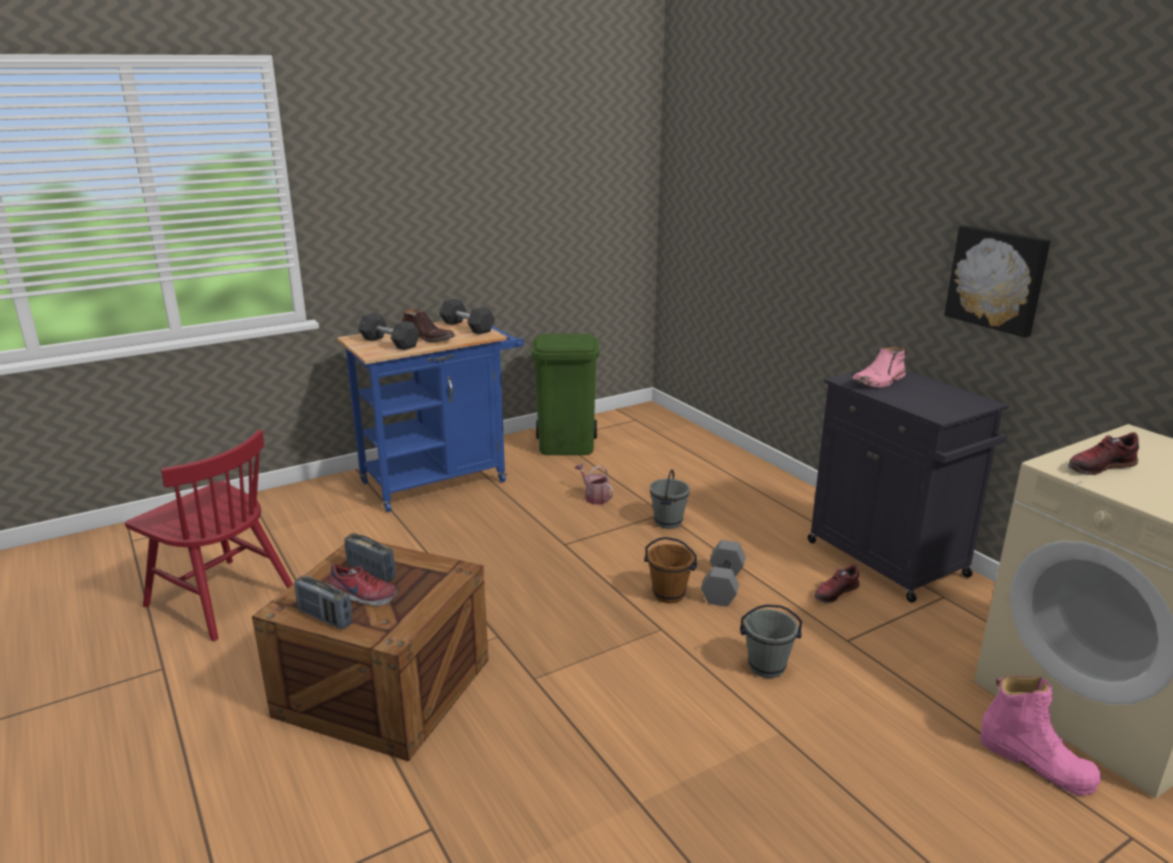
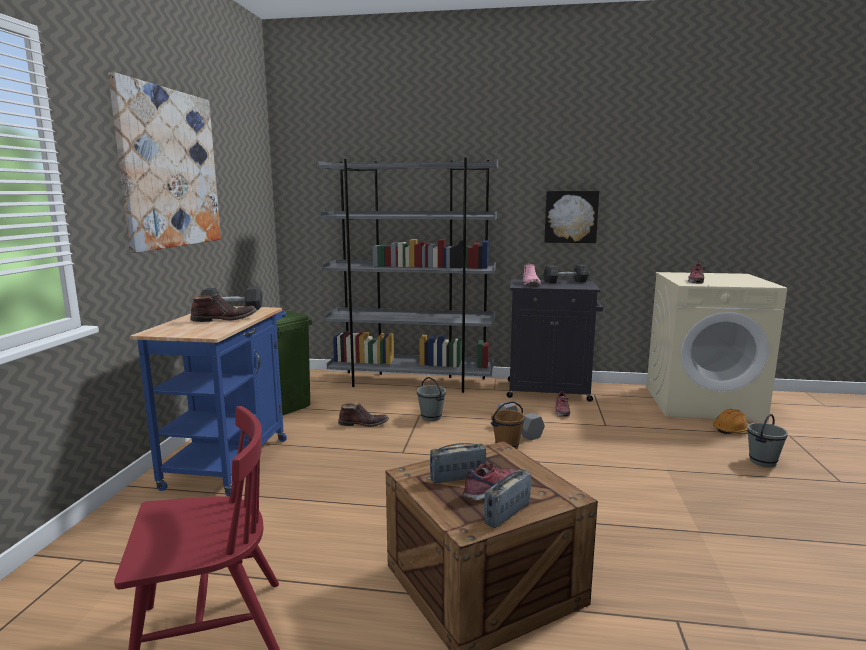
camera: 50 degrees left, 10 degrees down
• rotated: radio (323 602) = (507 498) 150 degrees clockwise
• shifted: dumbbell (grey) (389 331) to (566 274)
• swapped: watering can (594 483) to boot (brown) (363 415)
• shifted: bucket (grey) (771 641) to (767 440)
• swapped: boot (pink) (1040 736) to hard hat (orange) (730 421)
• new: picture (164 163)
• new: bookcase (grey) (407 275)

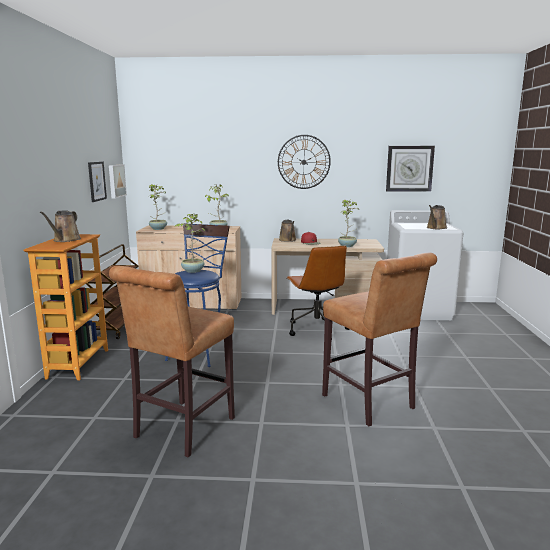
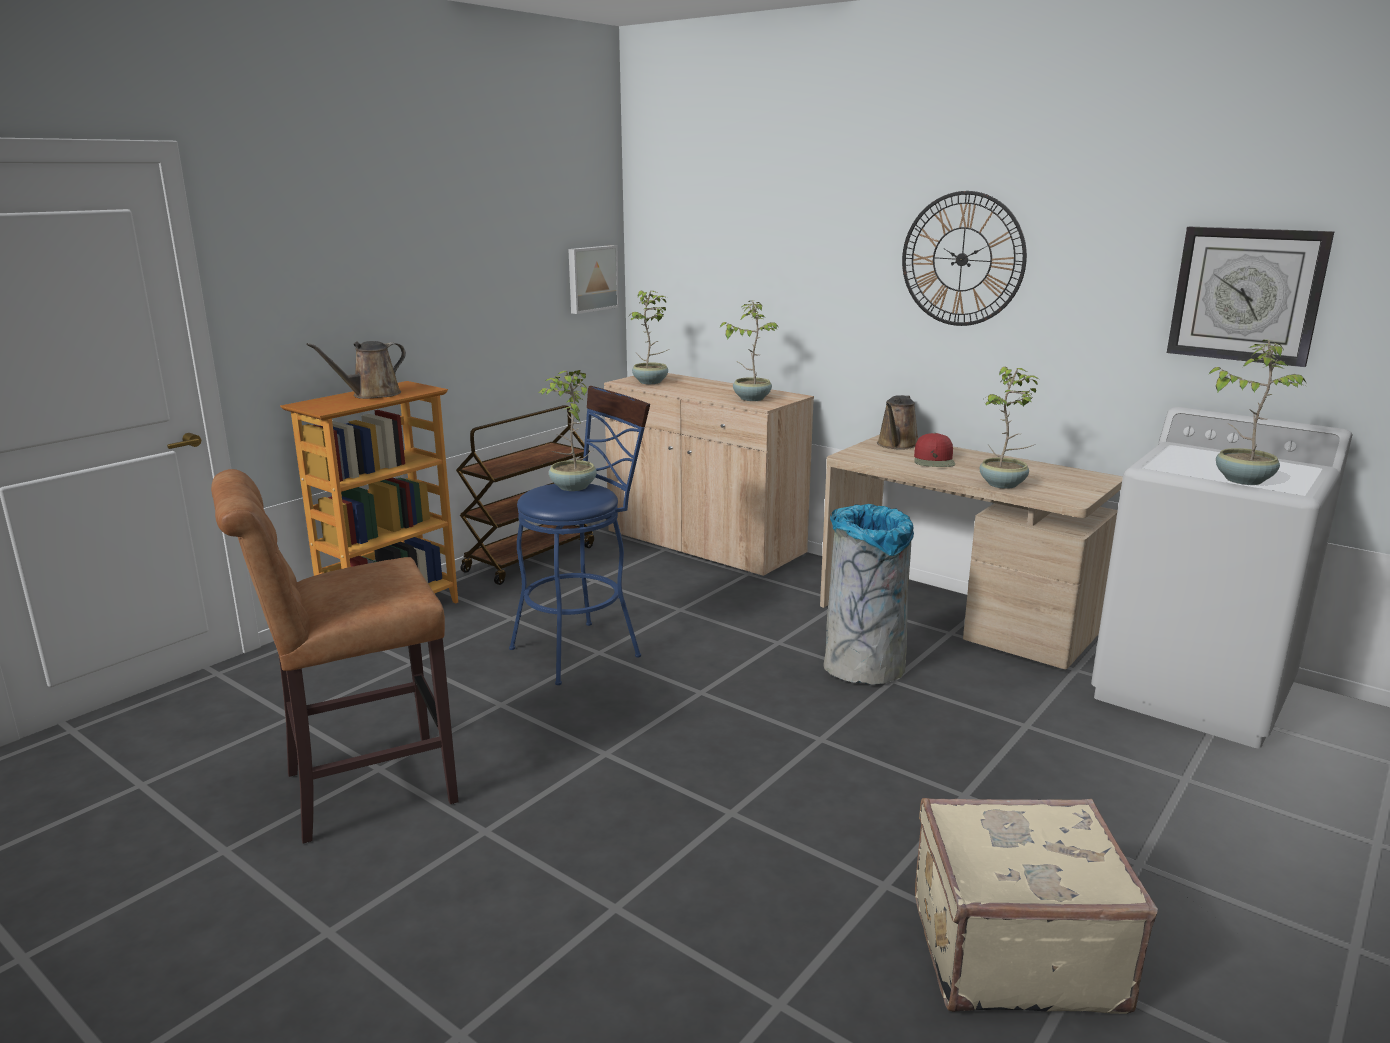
camera: 35 degrees right, 5 degrees up
• gone: picture (97 182)
• swapped: office chair (brown) (318 293) to trash can (grey) (868 594)
• gone: stool (brown) (379 339)
• swapped: watering can (brown) (437 217) to potted plant (1258 412)
• new: suitcase (beige) (1036 906)

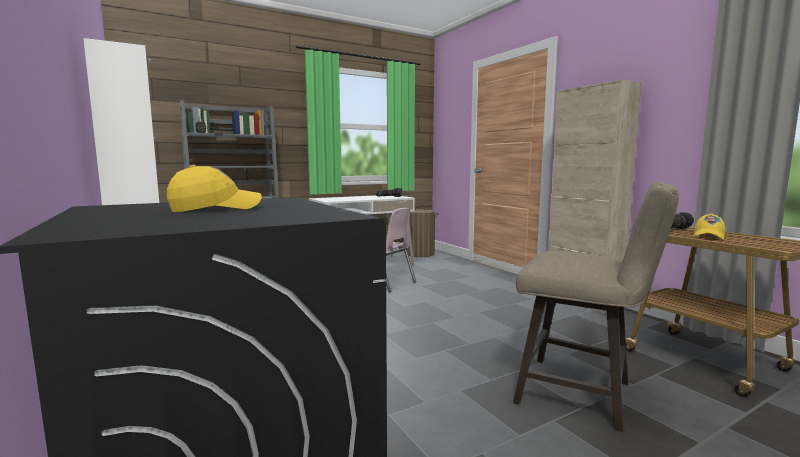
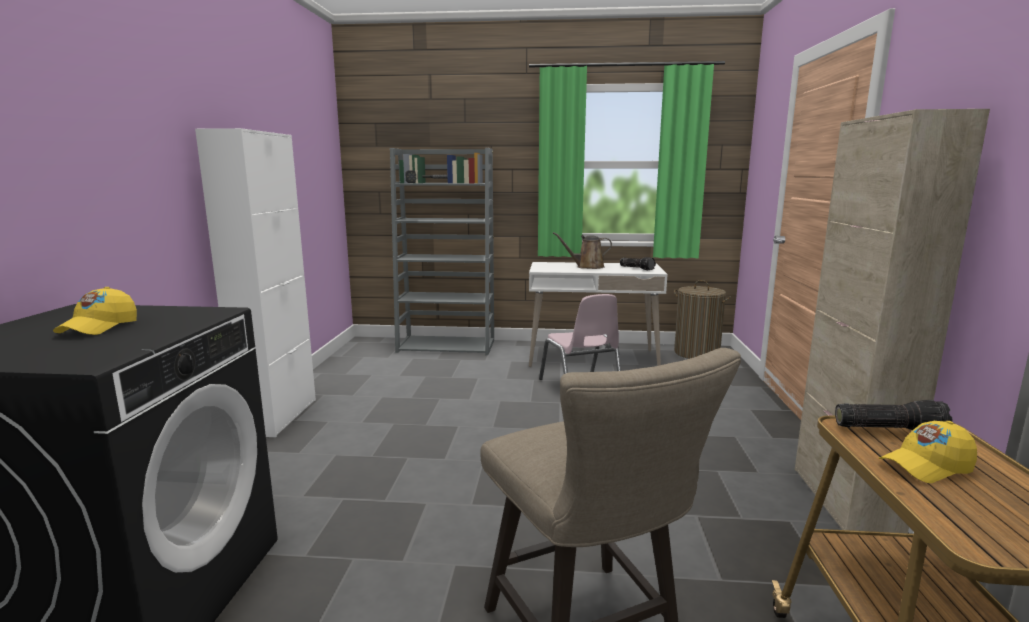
camera: 35 degrees right, 5 degrees up
• rotated: cap (yellow) (214 188) = (95 311) 90 degrees clockwise
• new: watering can (brown) (582 250)

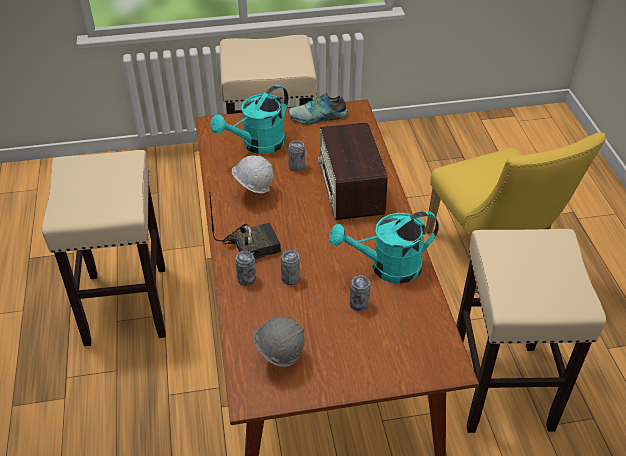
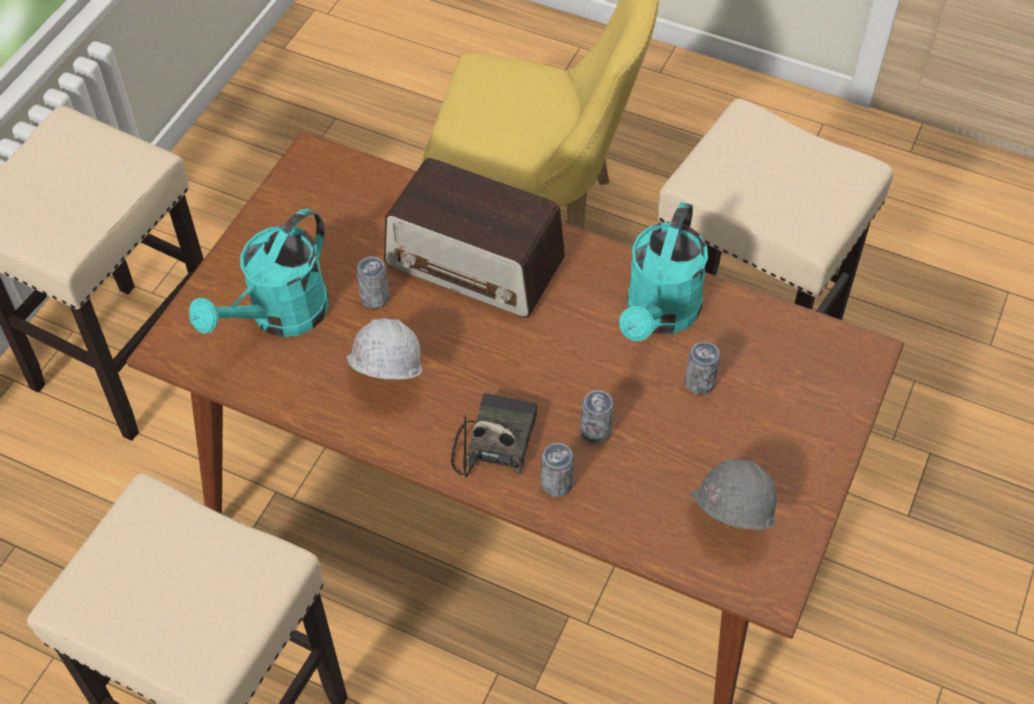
camera: 55 degrees left, 10 degrees up
• rotated: watering can (turquoise) (249 119) = (259 273) 45 degrees clockwise
• gone: shoe (318 108)

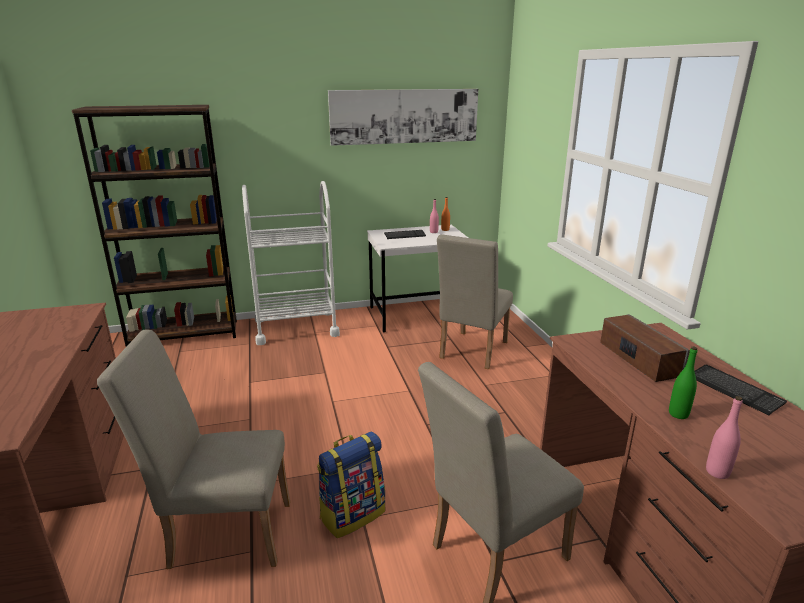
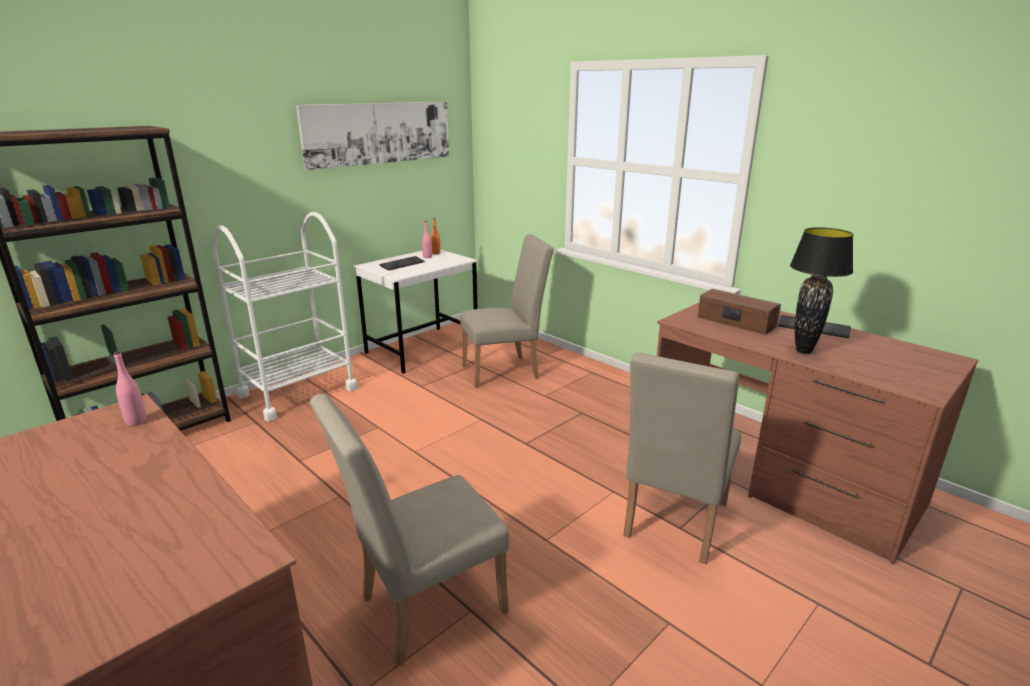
camera: 30 degrees left, 0 degrees up
• gone: backpack (351 484)
• rotated: chair (beige) (475 301) = (507 311) 105 degrees counterclockwise
• swapped: bottle (green) (683 383) to table lamp (black) (821 290)
• shifted: bottle (pink) (724 437) to (130 388)

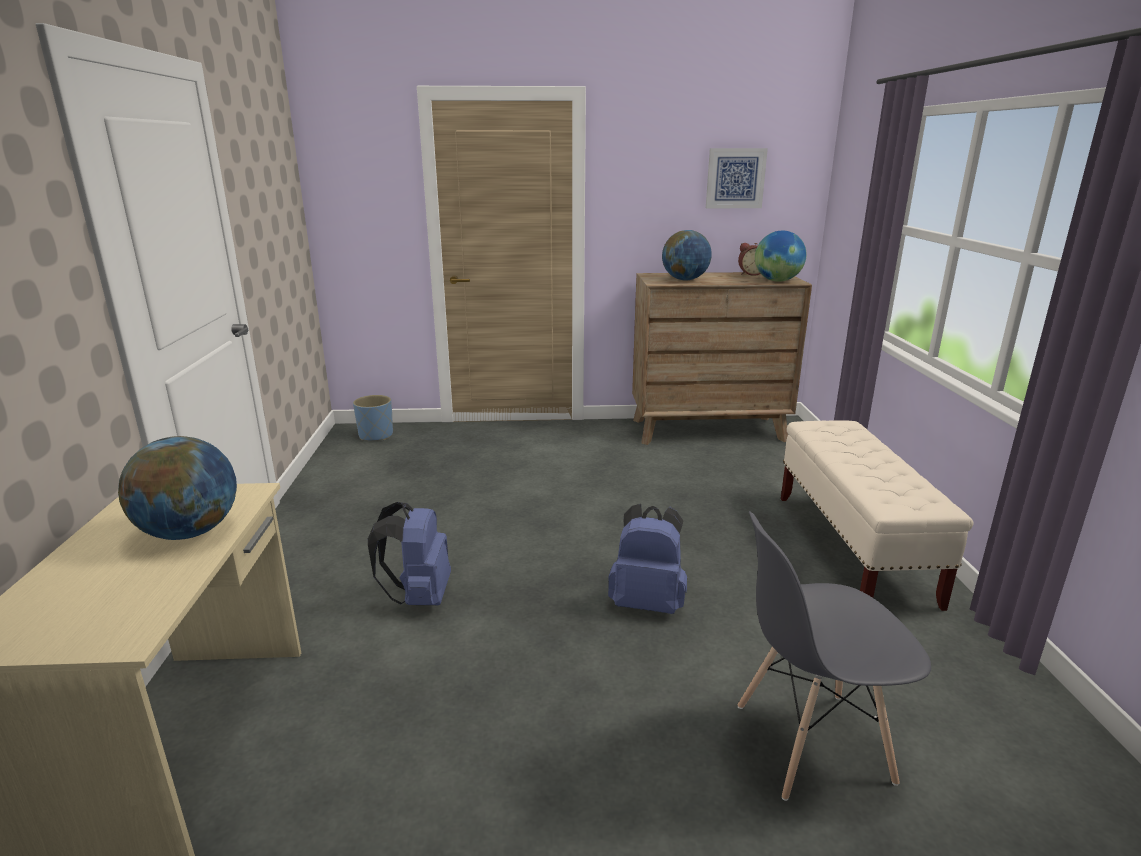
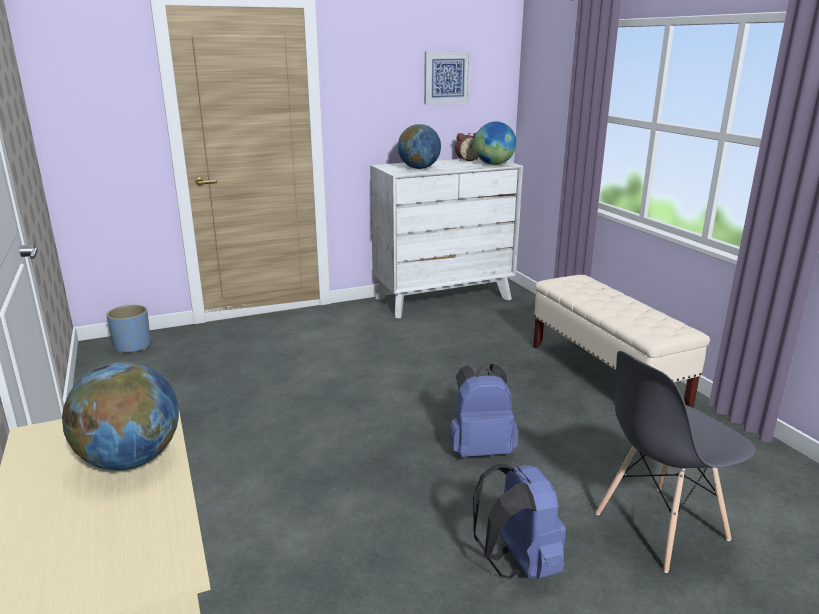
camera: 20 degrees left, 0 degrees up
• shifted: backpack (blue) (409 554) to (519 521)
• repainted: dresser (brown) (722 358) to dresser (white) (446 237)

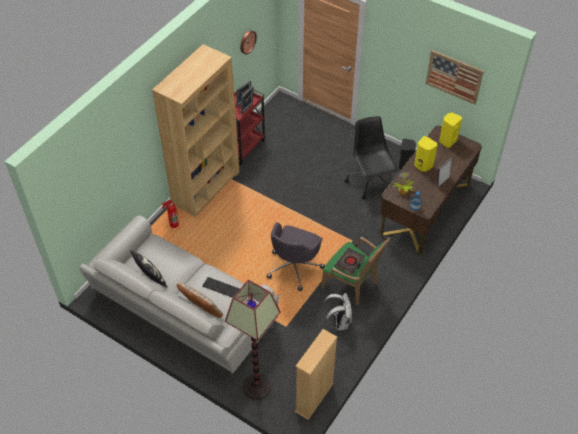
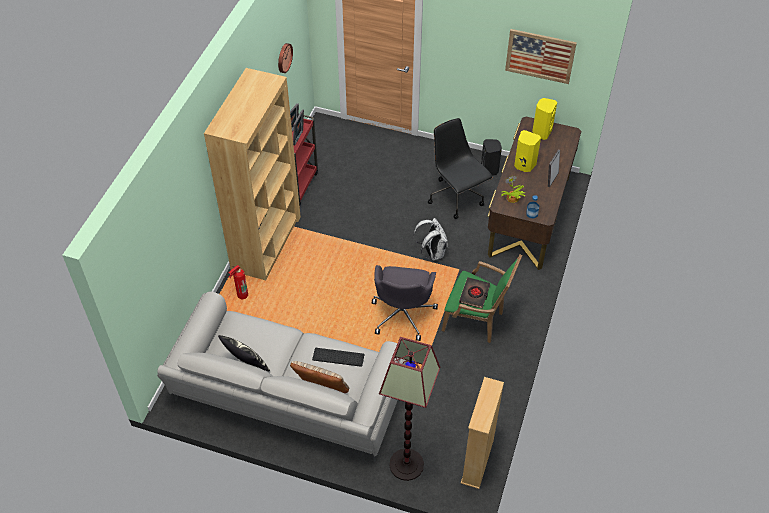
camera: 15 degrees left, 0 degrees up
• shifted: backpack (white) (337 311) to (430 239)

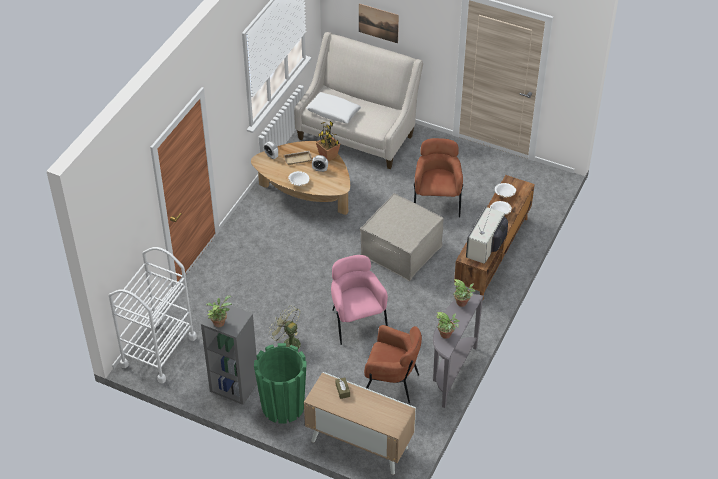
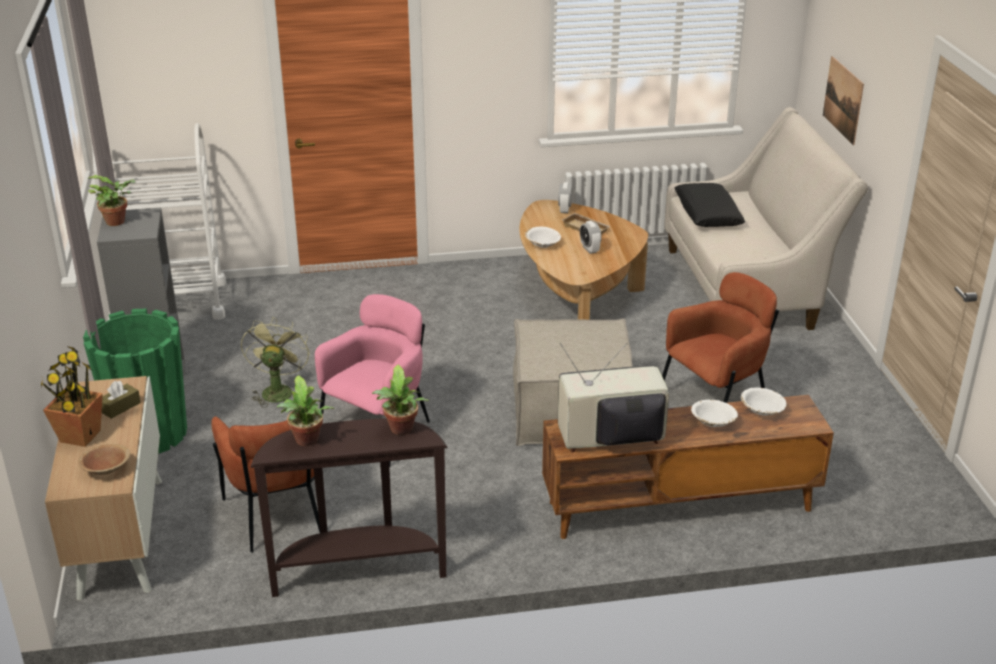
camera: 55 degrees right, 15 degrees down
• repainted: pillow (white) (333 107) to pillow (black) (710 205)
• shifted: potted plant (328 141) to (71 396)
• repainted: console table (grey) (458 351) to console table (brown) (349 508)
• new: bowl (brown) (104 459)

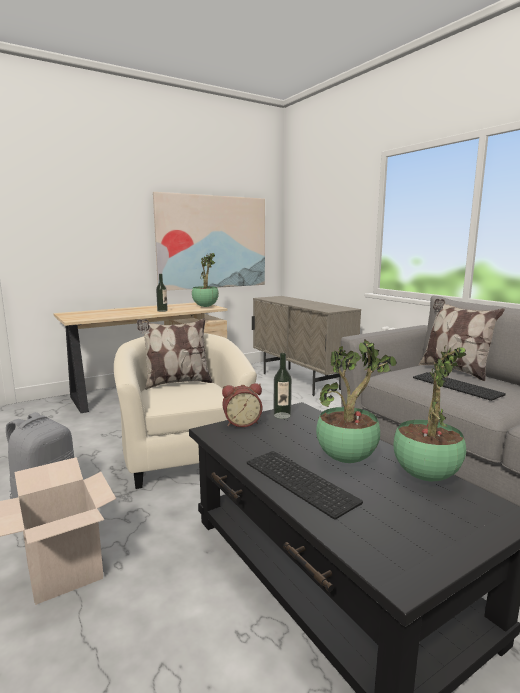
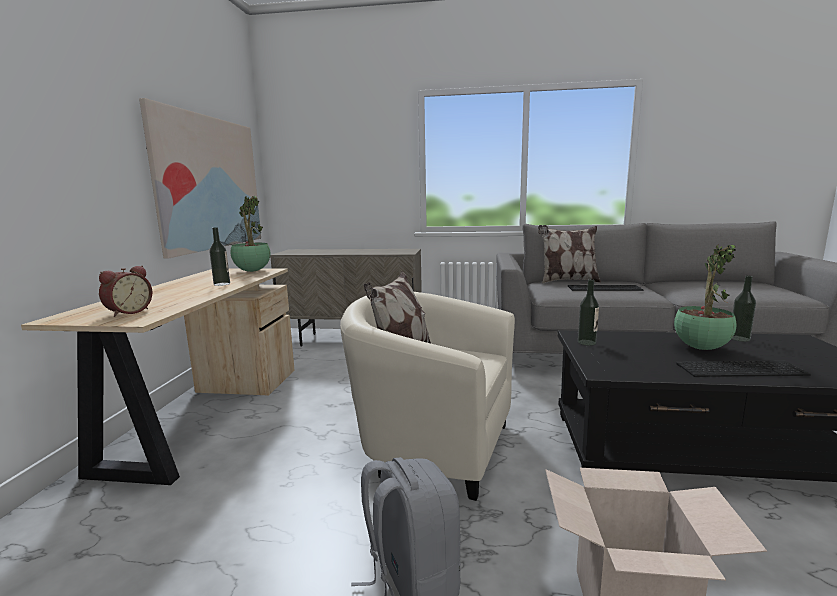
camera: 50 degrees left, 0 degrees up
• shifted: alarm clock (242 405) to (125 291)
• swapped: potted plant (430 413) to bottle (744 309)

